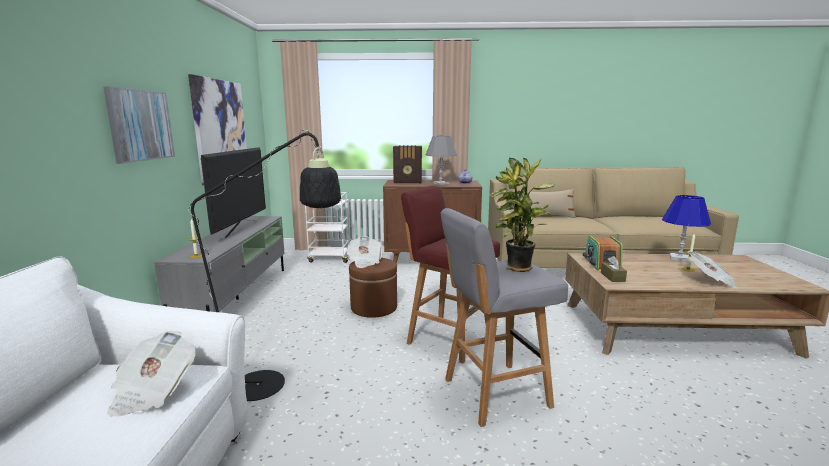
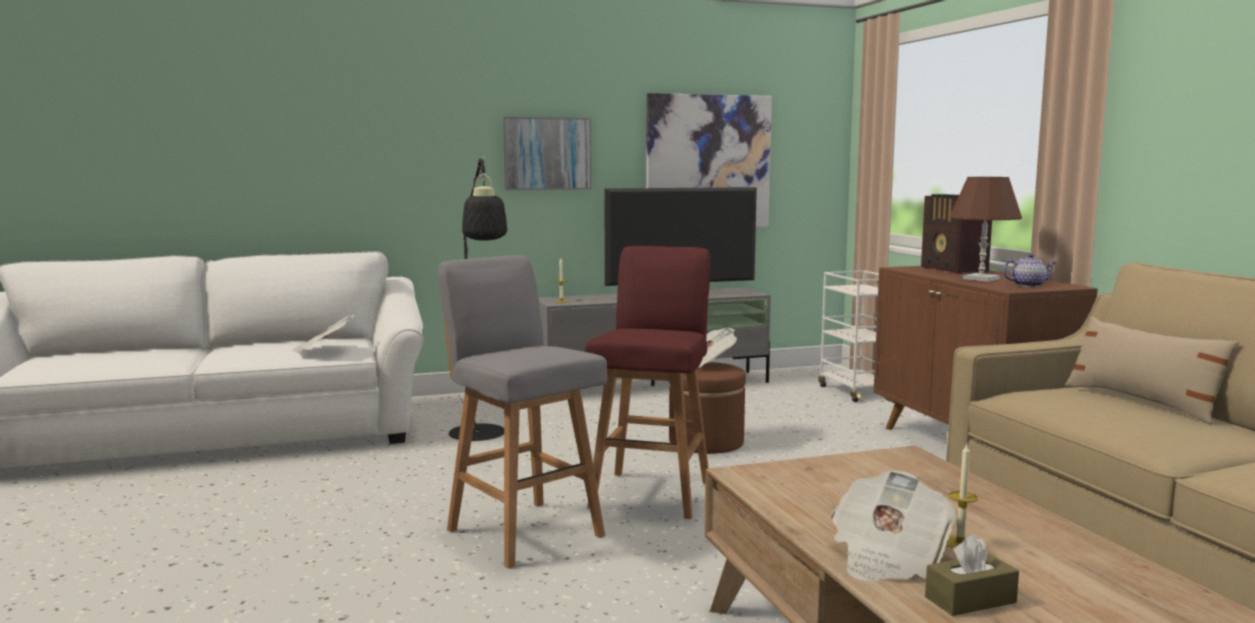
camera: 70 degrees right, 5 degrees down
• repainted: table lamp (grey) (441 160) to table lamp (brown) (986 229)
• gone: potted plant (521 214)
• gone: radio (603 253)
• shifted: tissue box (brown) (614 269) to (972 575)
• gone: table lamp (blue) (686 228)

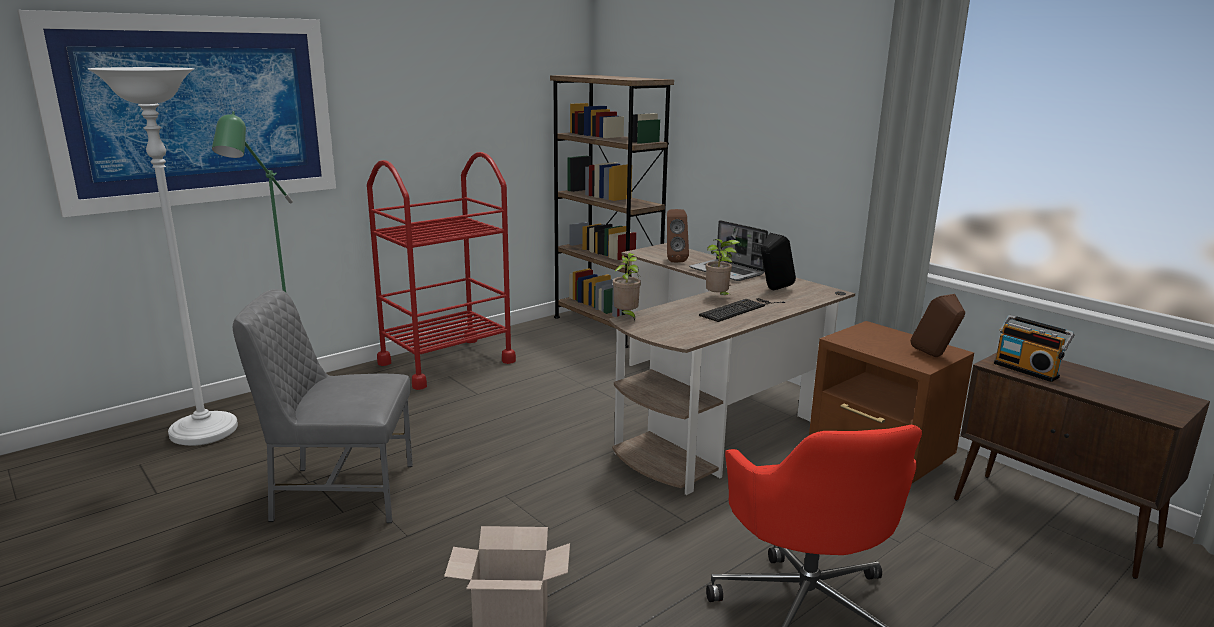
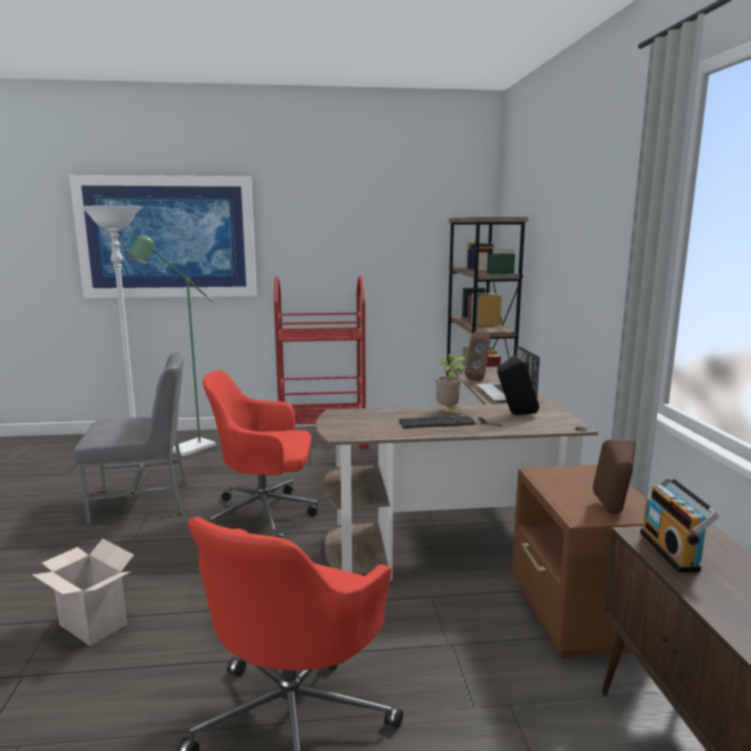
camera: 35 degrees right, 5 degrees down
• rotated: chair (grey) (323 406) = (130 438) 135 degrees clockwise
• gone: potted plant (627 287)
• new: office chair (red) (260 454)

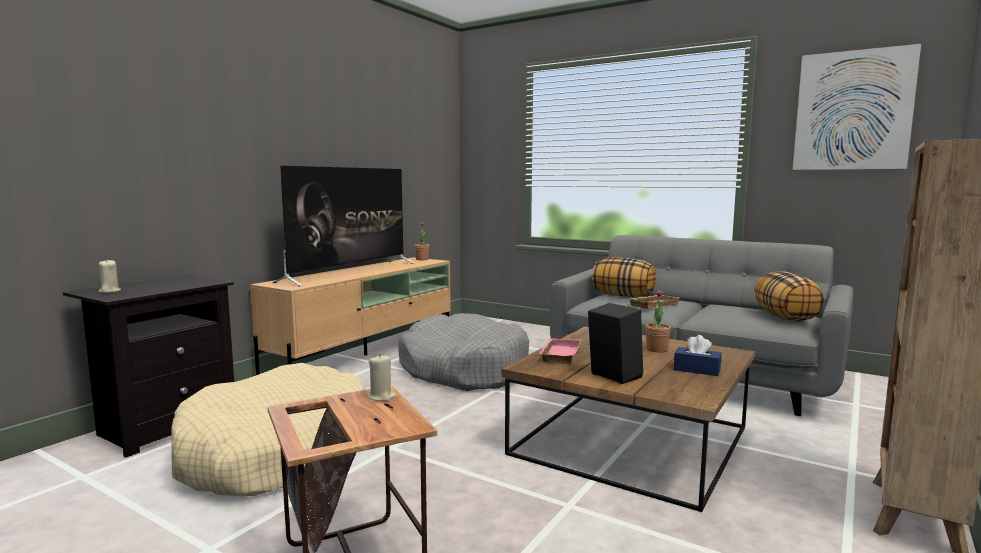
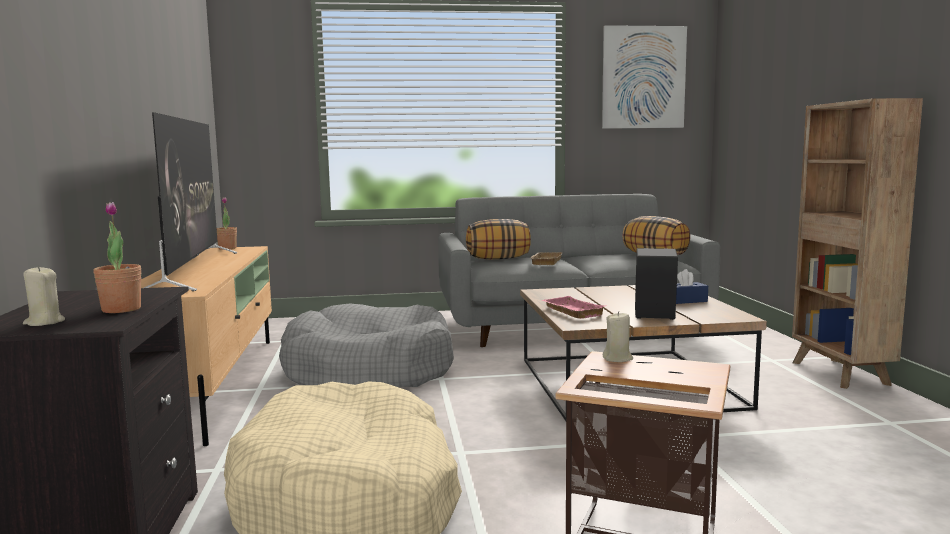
camera: 40 degrees left, 0 degrees up
• shifted: potted plant (658 320) to (117 257)

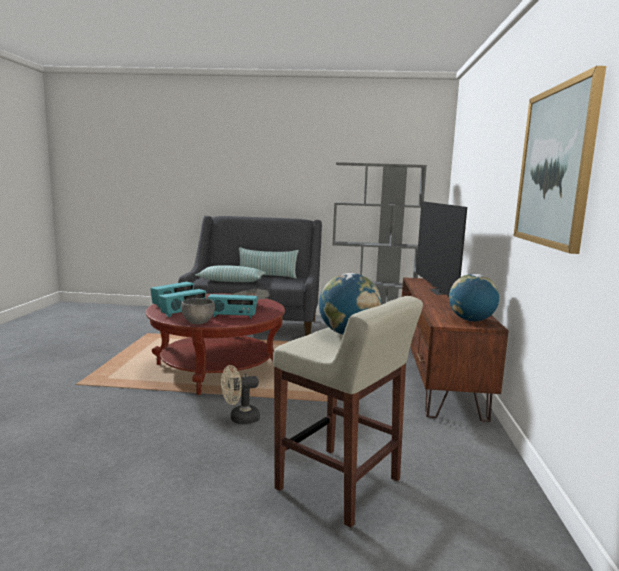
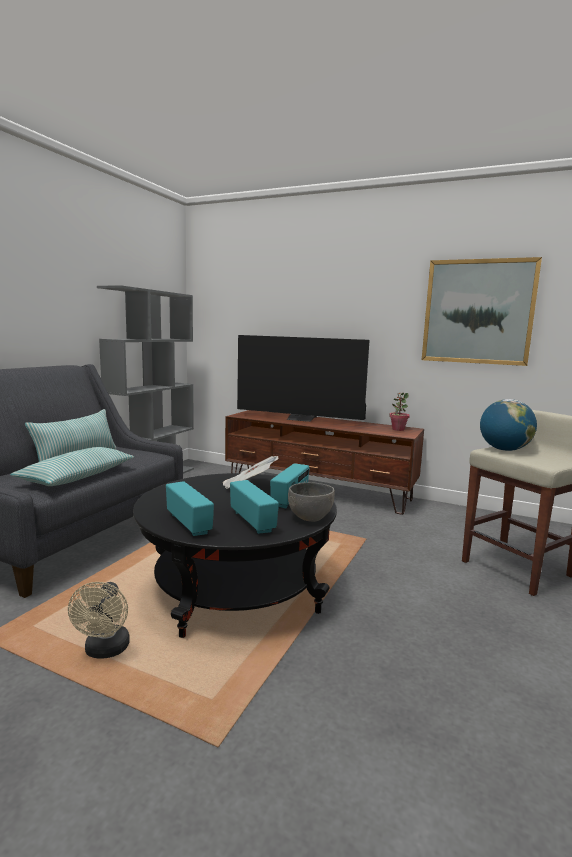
camera: 70 degrees left, 0 degrees up
• repainted: coffee table (red) (215 344) to coffee table (black) (235 555)
• shifted: fan (beige) (240 395) to (99 620)
• swapped: globe (474 297) to potted plant (399 412)

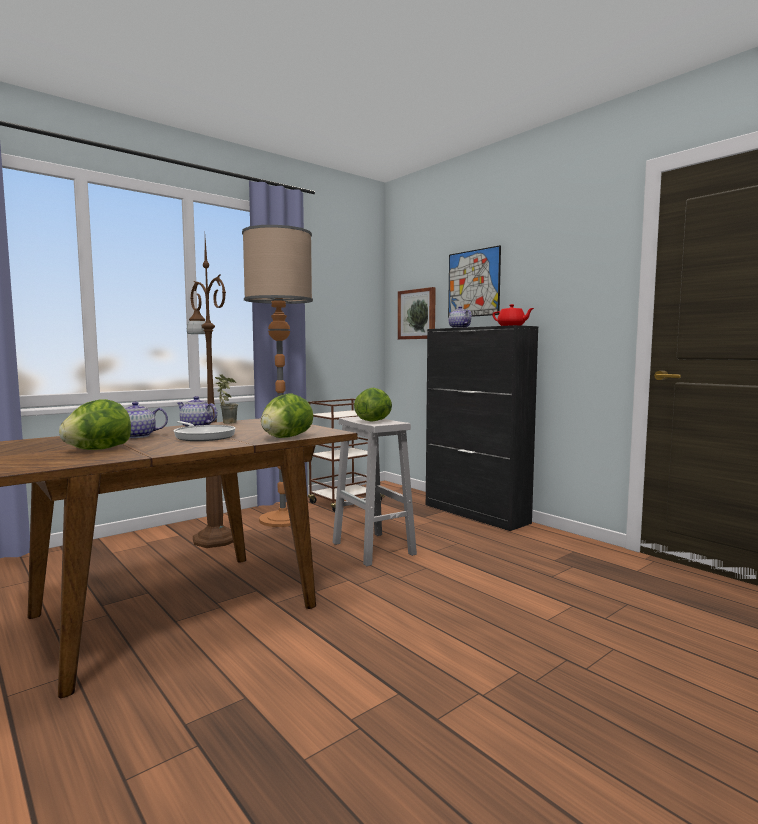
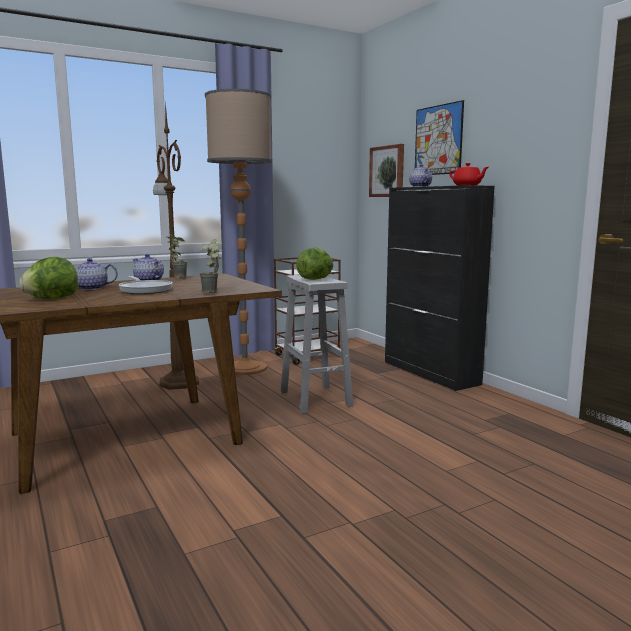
camera: 10 degrees right, 5 degrees up
• swapped: lettuce (287 415) to potted plant (210 266)

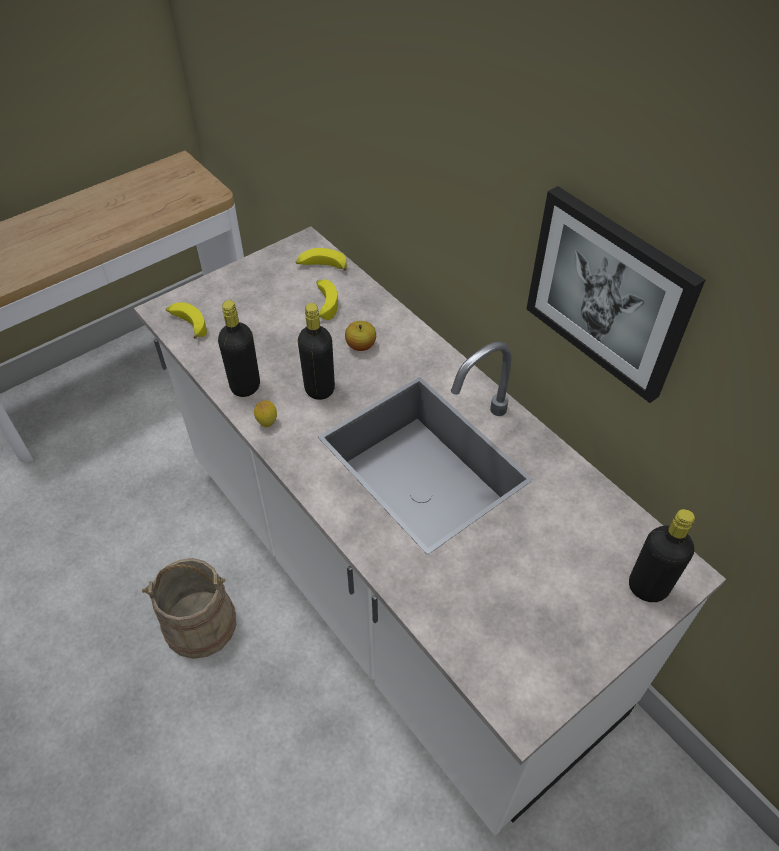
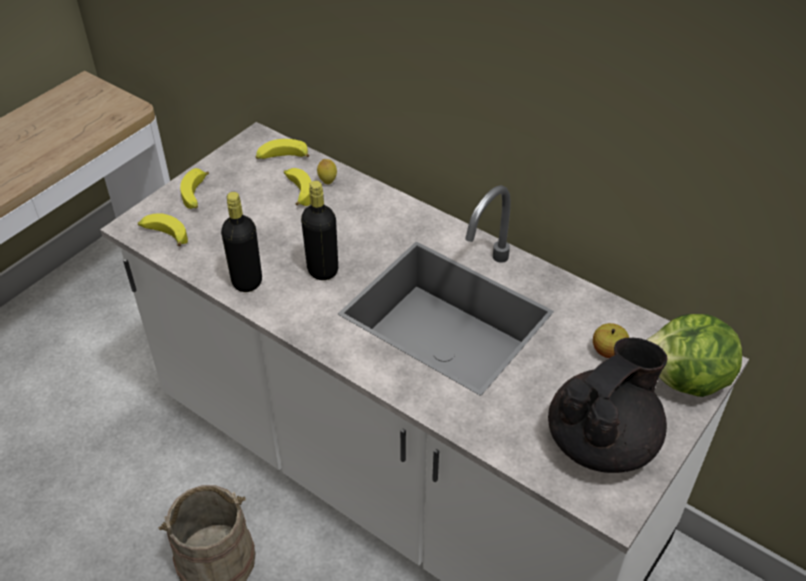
camera: 15 degrees left, 5 degrees down
• shifted: lemon (265 414) to (327 171)
• shifted: apple (360 336) to (611 340)
• gone: picture (616 294)
• swapped: bottle (black) (662 555) to lettuce (694 355)
• new: banana (194 188)
• new: teapot (black) (607 405)

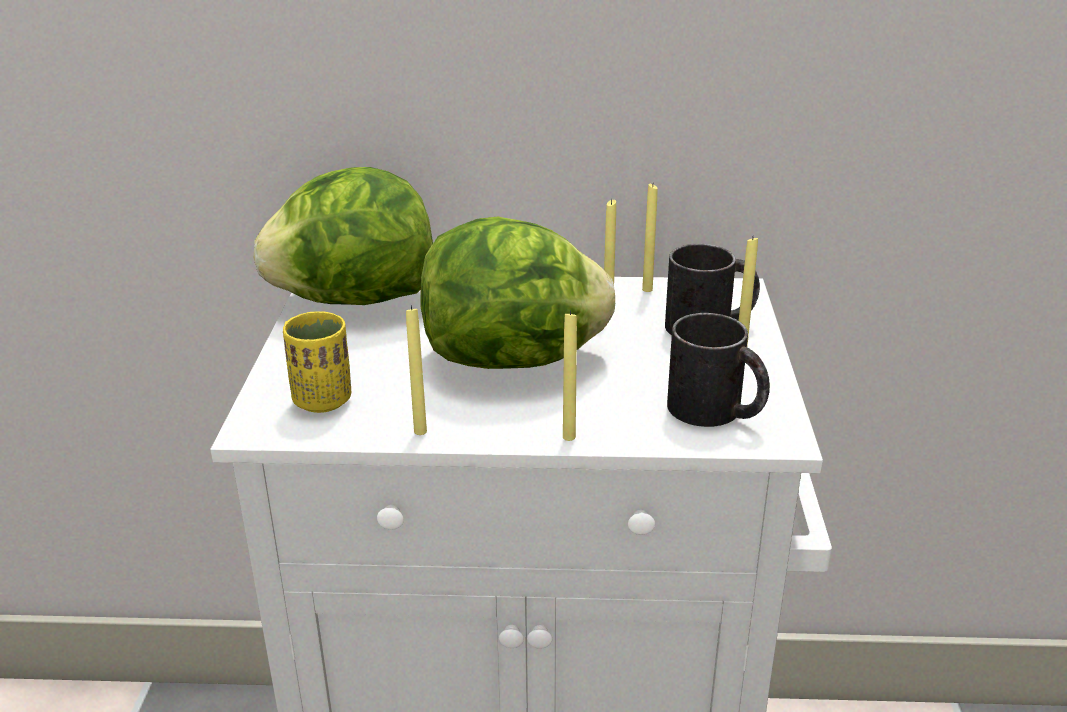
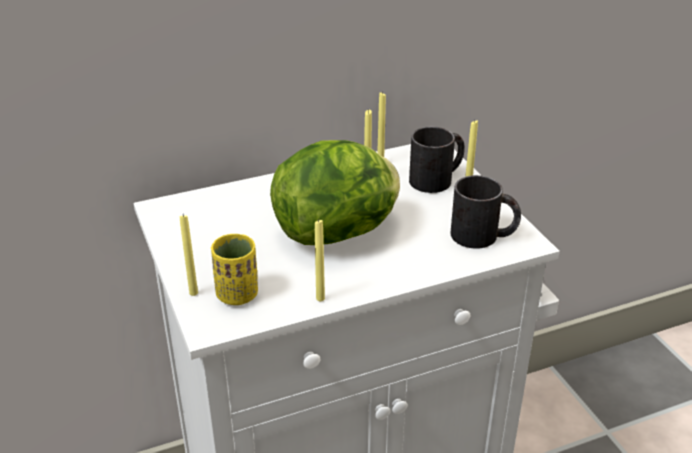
camera: 25 degrees left, 5 degrees up
• gone: lettuce (343 236)
• shifted: candle (yellow) (570 375) to (189 255)

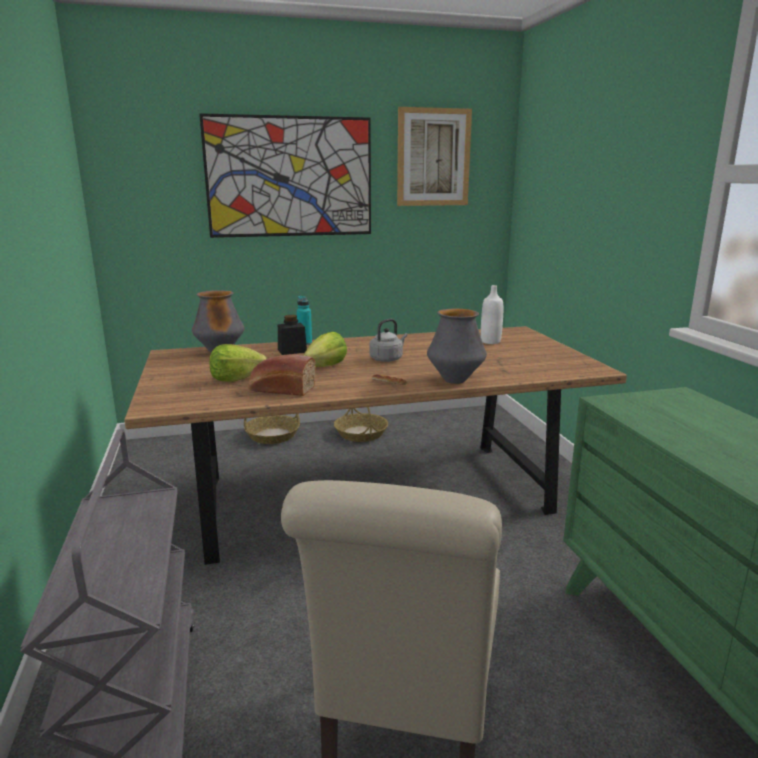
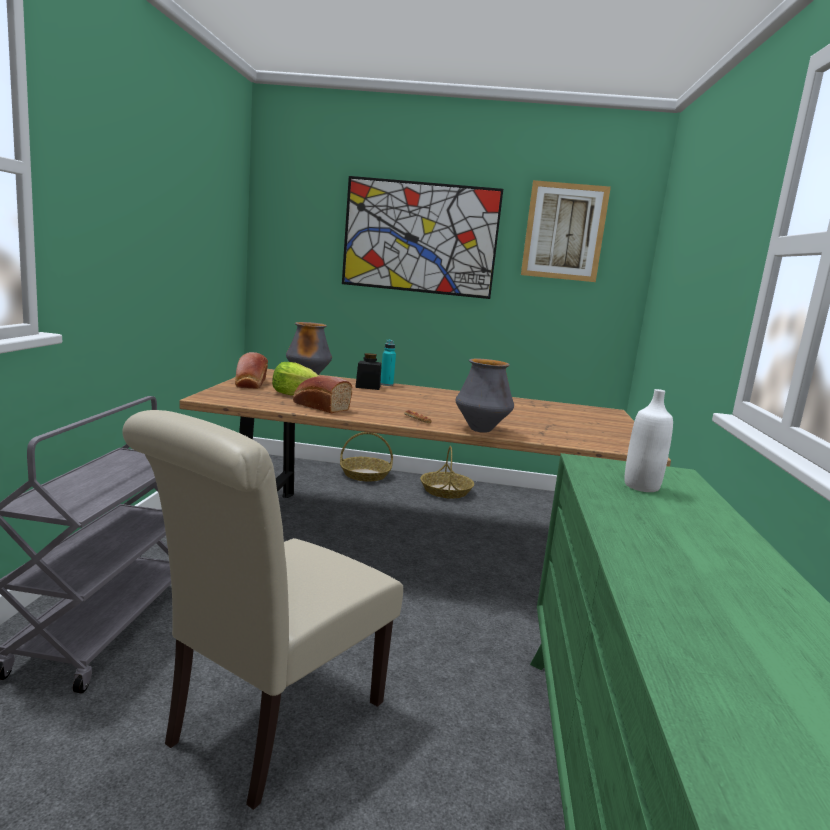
camera: 20 degrees right, 5 degrees down
• gone: lettuce (325 349)
• gone: kettle (grey) (388 340)
• shifted: bottle (white) (492 314) to (648 440)
• new: bread (251 370)

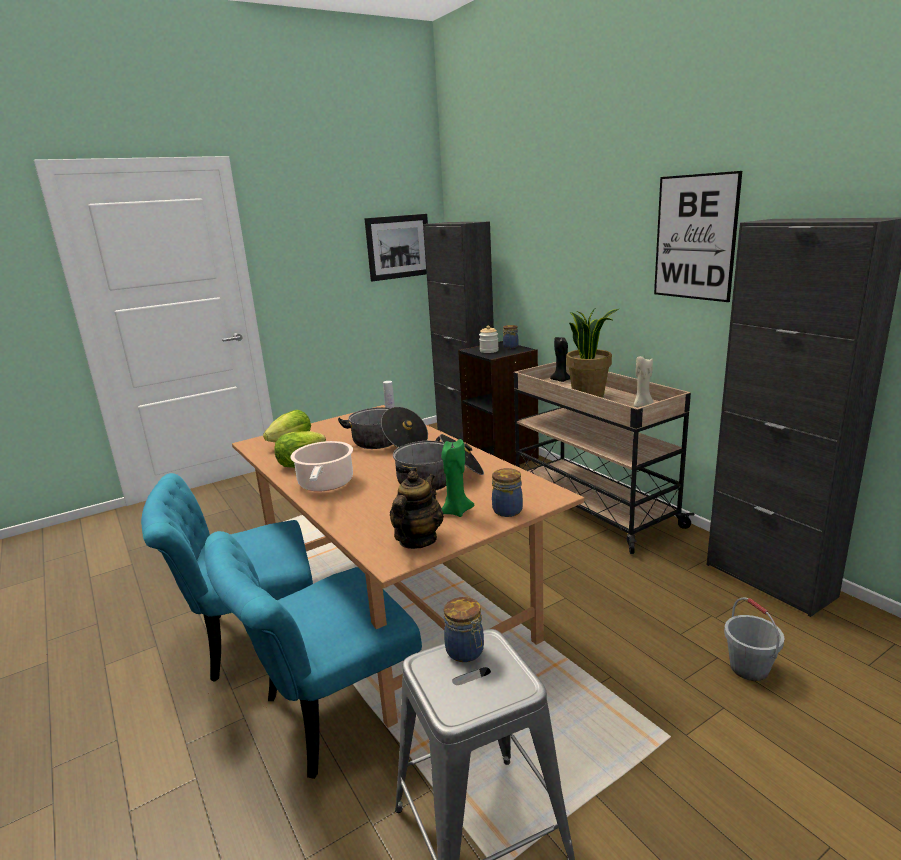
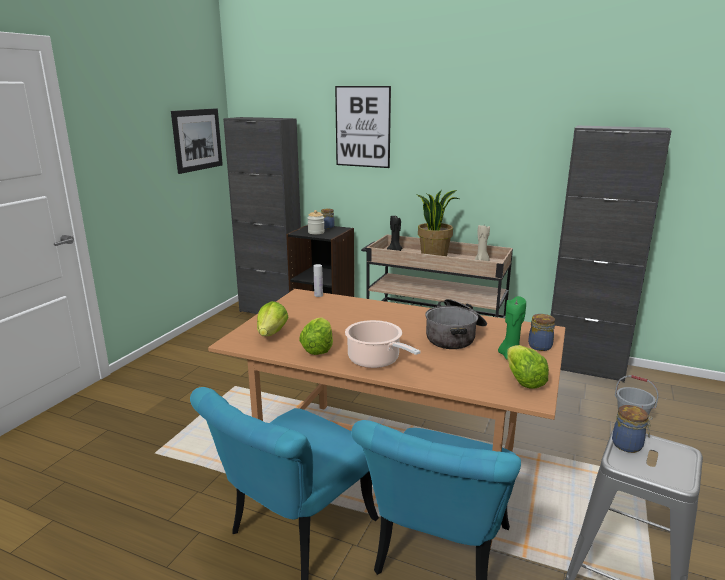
camera: 35 degrees left, 0 degrees up
• gone: cooking pot (383 428)
• swapped: teapot (417 510) to lettuce (528 367)
• shifted: picture (698 236) to (363 127)

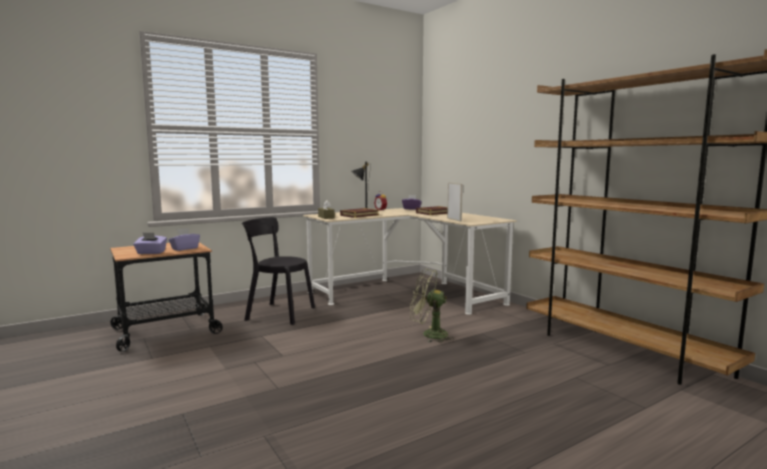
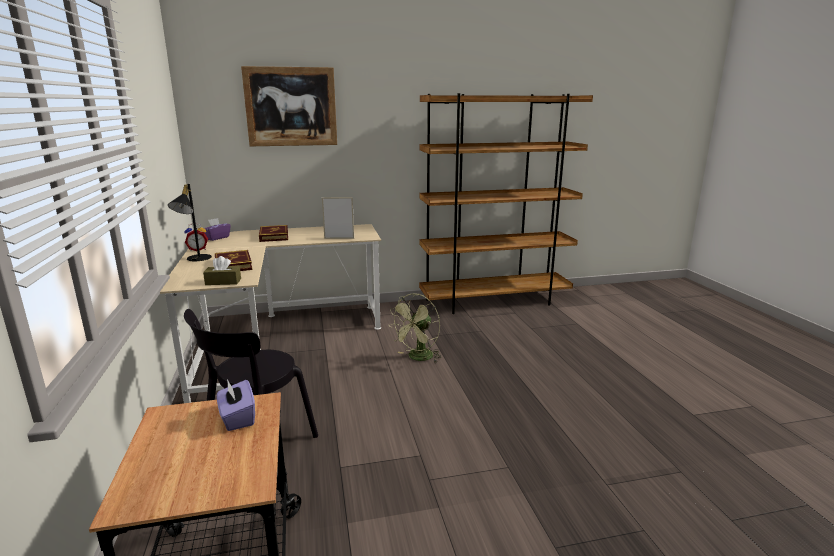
camera: 70 degrees left, 10 degrees up
• gone: tissue box (purple) (150 243)
• new: picture (289 106)

